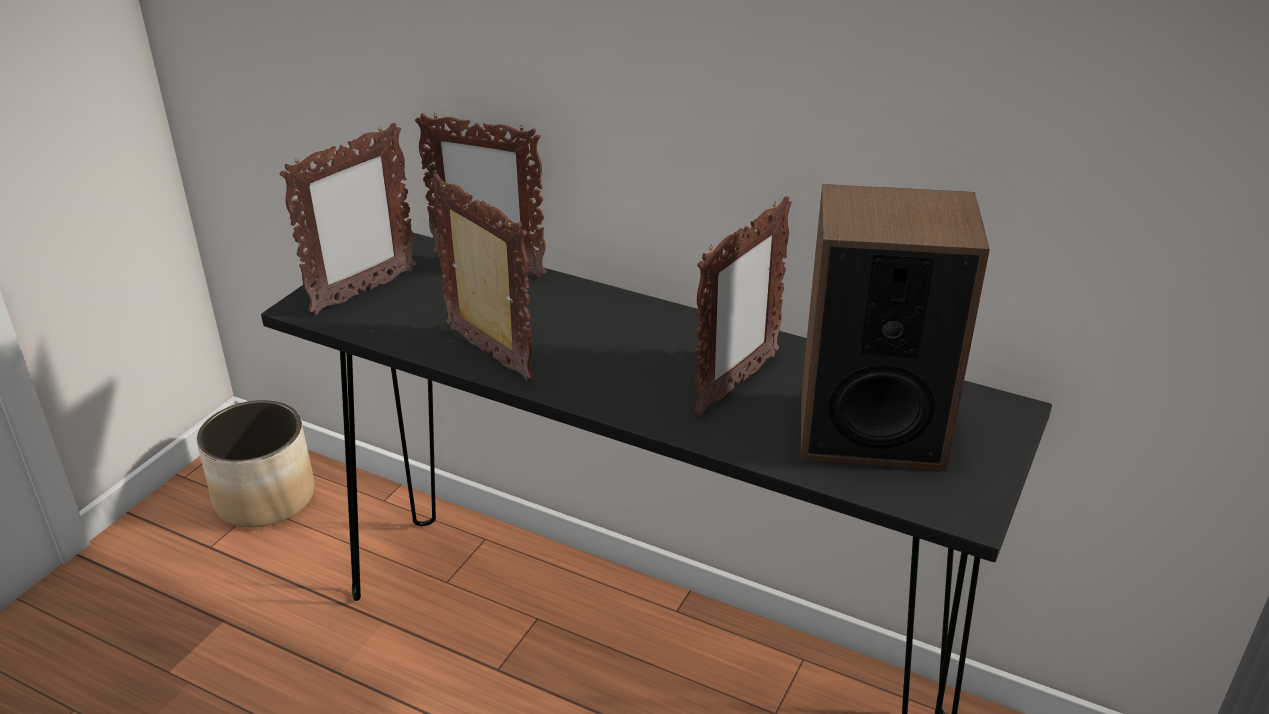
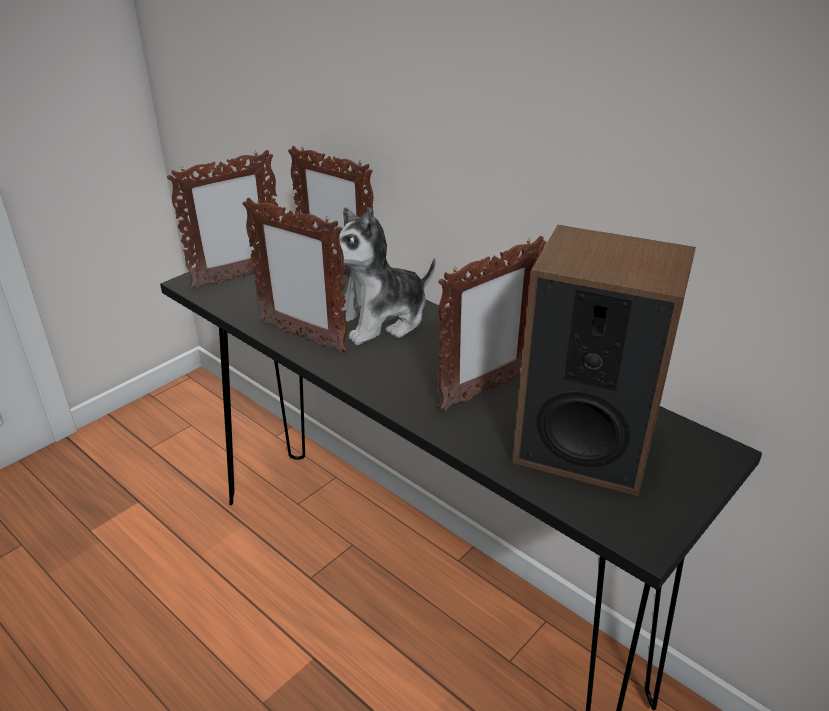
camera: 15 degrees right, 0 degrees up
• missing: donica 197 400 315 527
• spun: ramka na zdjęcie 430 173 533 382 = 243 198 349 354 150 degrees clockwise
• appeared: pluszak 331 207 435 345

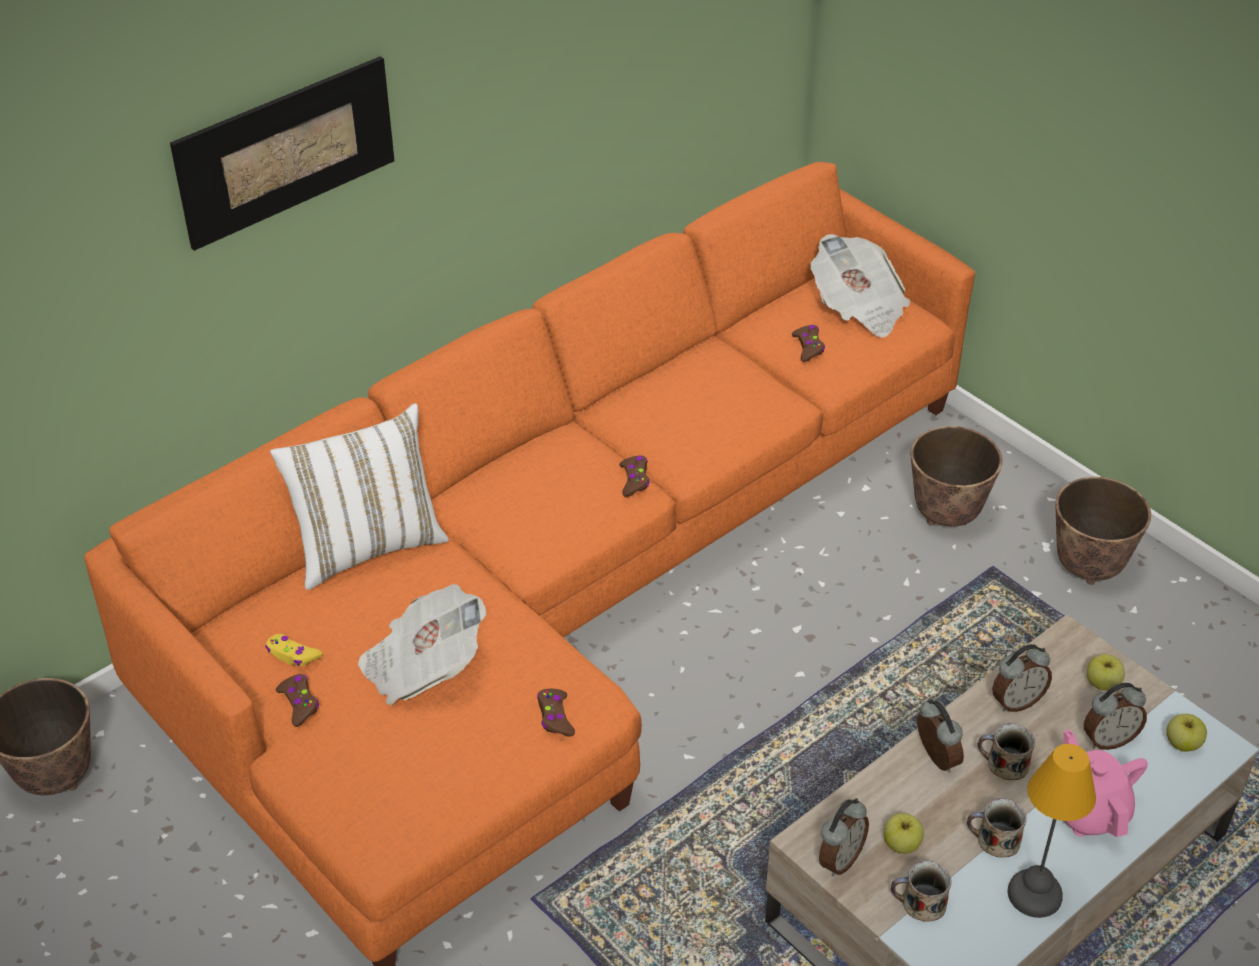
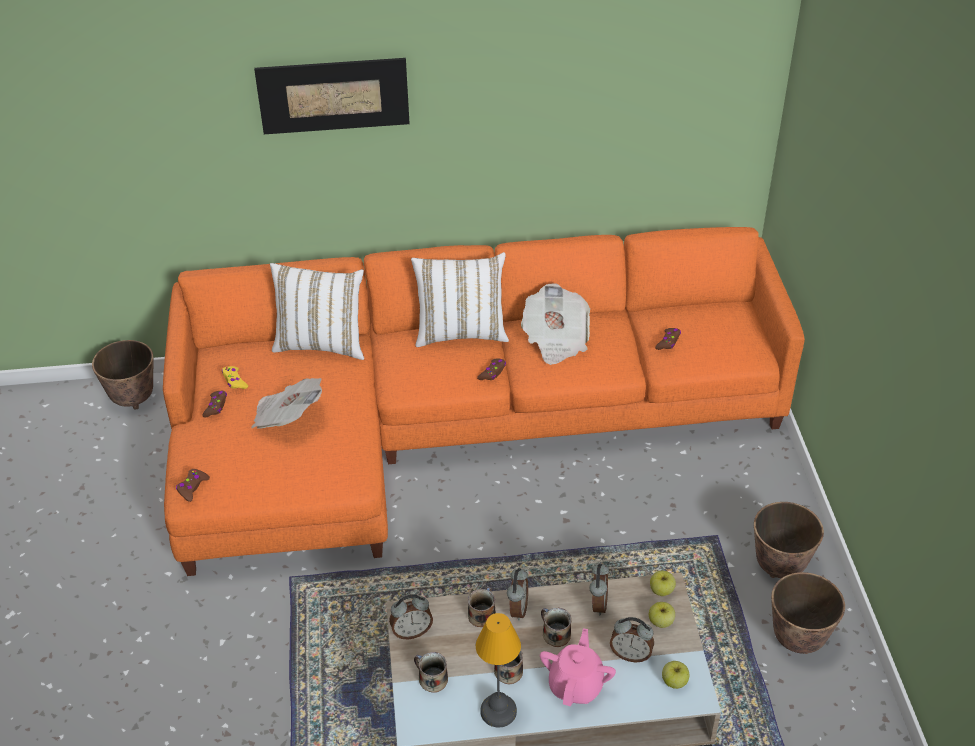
camera: 35 degrees right, 0 degrees up
• relocated: pad do gier (brązowy) 537 689 575 736 to 176 469 210 502
• relocated: gazeta 810 234 911 337 to 521 283 590 365
• relocated: jabłko 884 813 924 854 to 650 570 676 596
• relocated: donica 911 426 1002 526 to 771 572 845 654
• spun: budzik 992 644 1052 712 = 589 563 609 616 90 degrees counterclockwise
• appeared: poduszka (biały) 411 252 509 347
• appeared: kubek 468 587 496 627

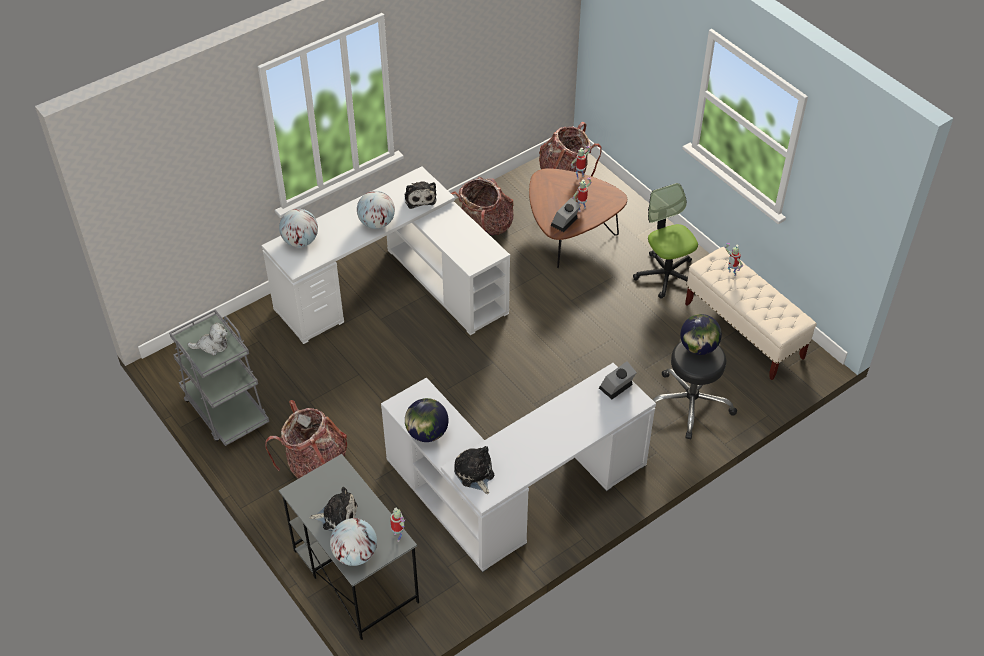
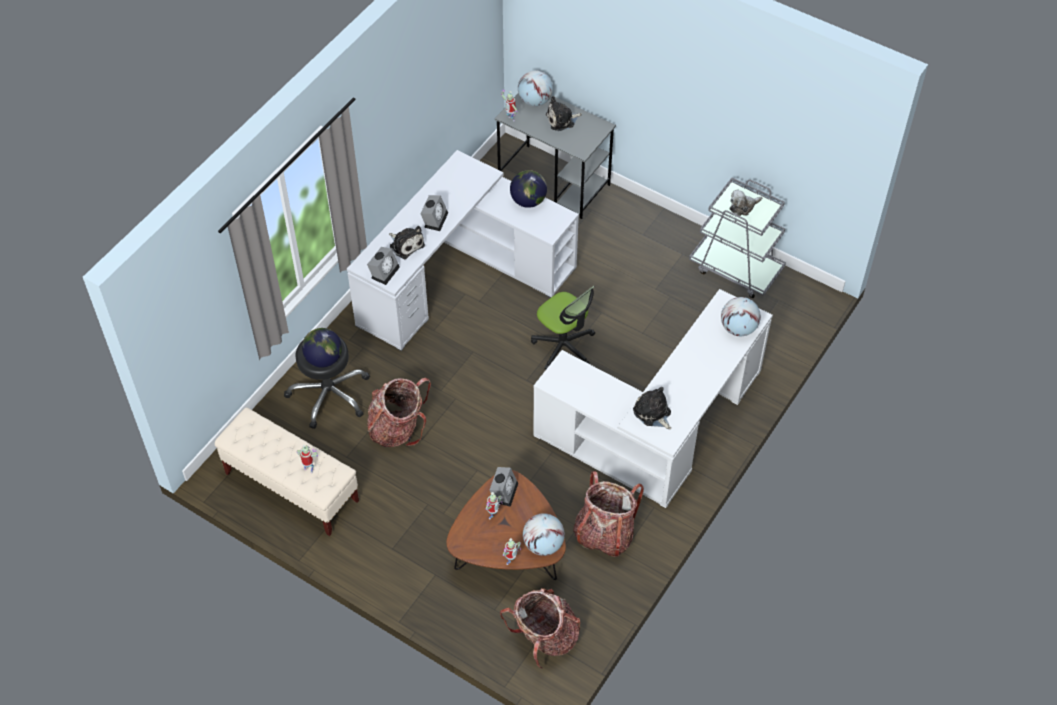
camera: 160 degrees right, 5 degrees up
• relocated: plecak 265 400 348 479 to 367 378 431 447
• relocated: globus 357 191 395 229 to 523 513 565 556
• relocated: pluszak 454 446 494 494 to 389 226 425 259
• relocated: krzesło biurowe 633 183 698 299 to 531 286 595 369
• appeared: budzik 420 195 448 231

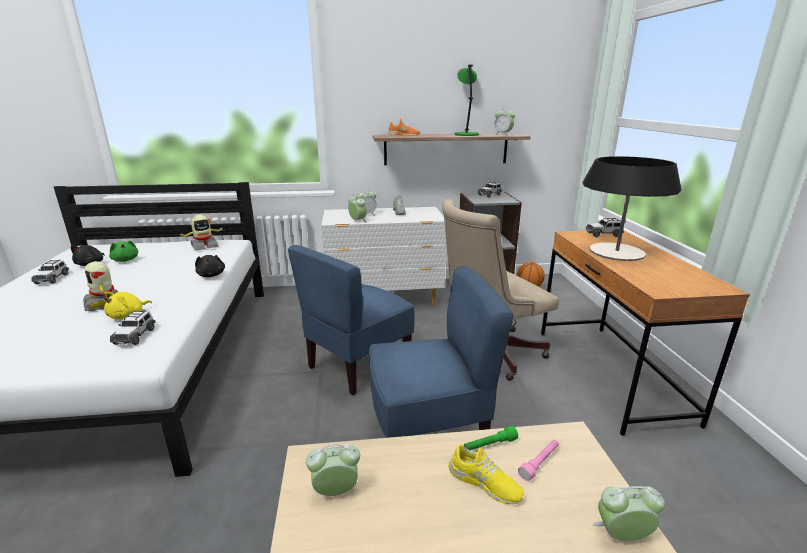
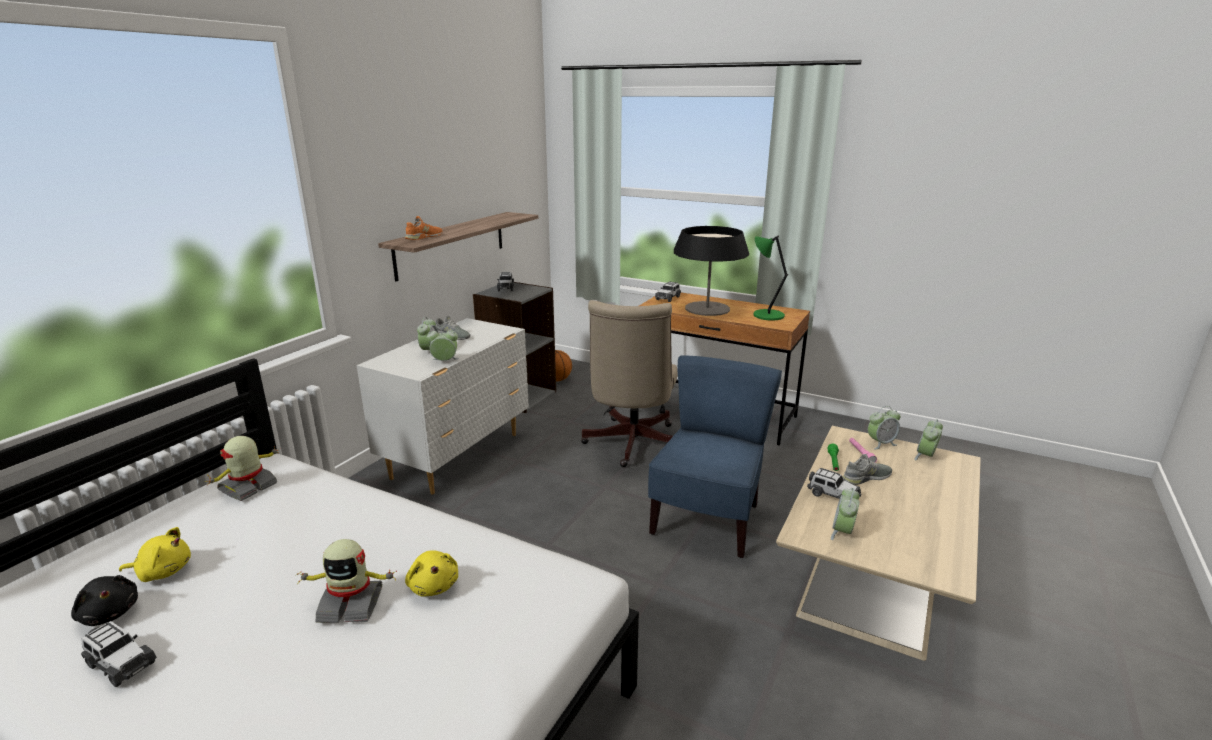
camera: 55 degrees left, 0 degrees up
• colour: pluszak (zielony) 109 240 138 262 to pluszak (żółty) 119 527 191 582
• relocated: samochodzik 110 310 155 345 to 807 468 861 500
• spun: robot zabawkowy 180 215 223 251 = 206 436 279 501 150 degrees counterclockwise
• missing: pluszak (czarny) 195 255 225 277
• missing: krzesło (niebieski) 288 245 414 395
• colour: but (żółty) 448 444 524 504 to but (szary) 842 454 892 485
• relocated: lampa stołowa (zielony) 455 65 479 136 to 754 235 788 321
• relocated: budzik 493 109 515 135 to 868 406 900 449

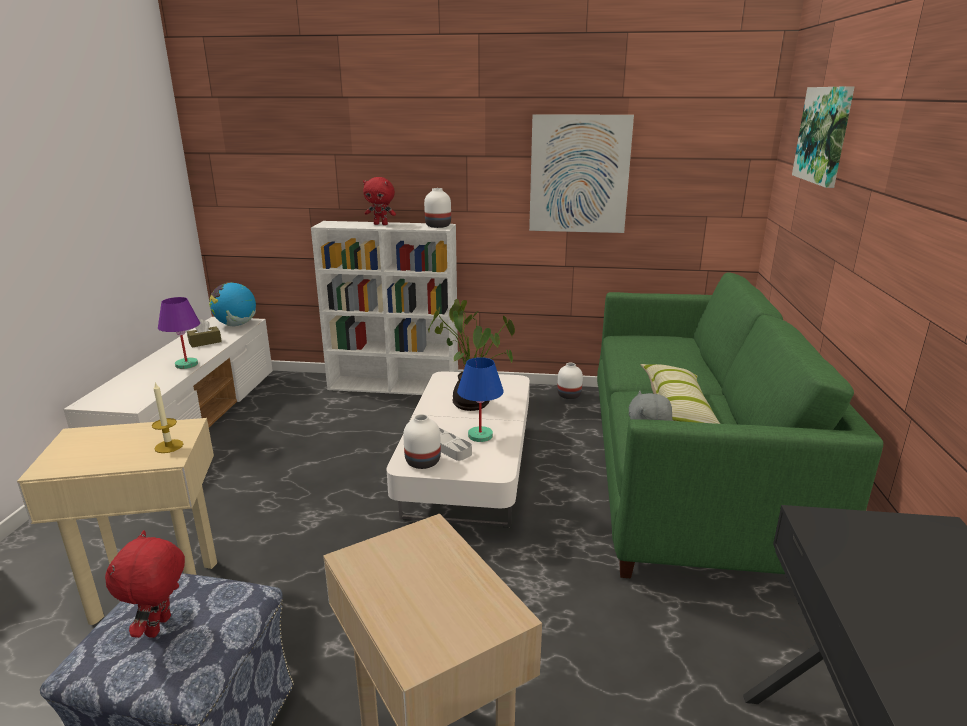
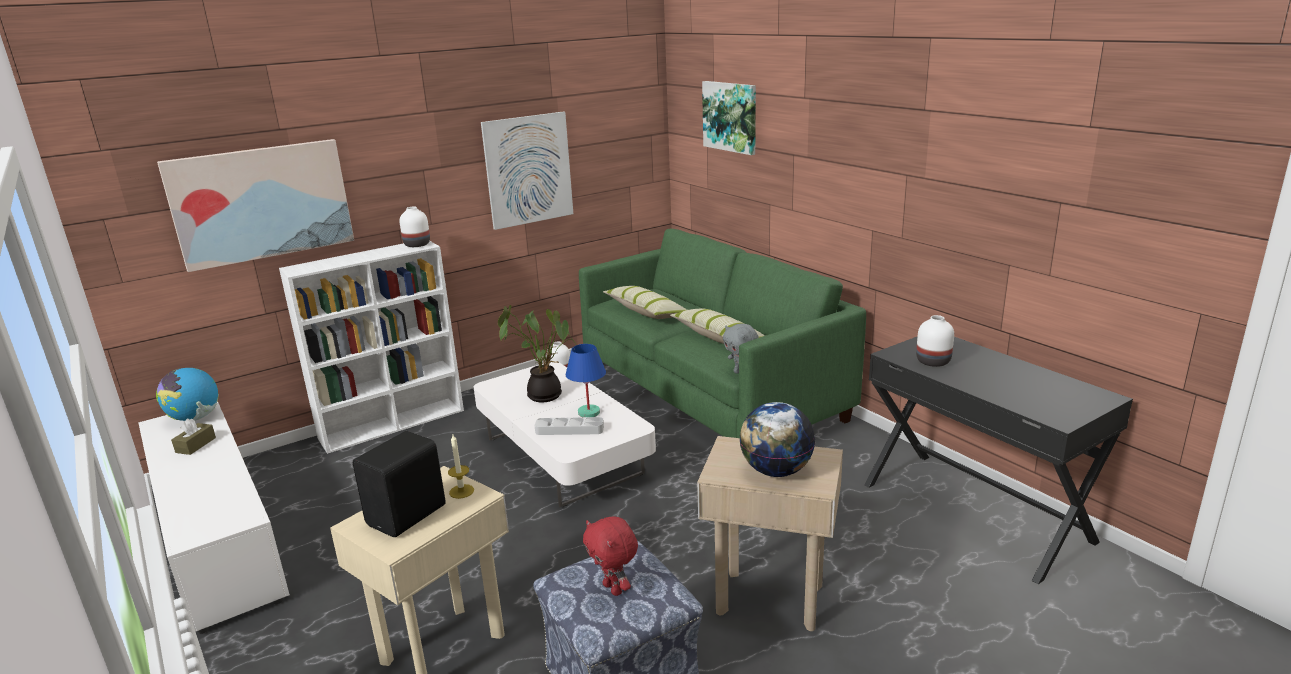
camera: 40 degrees left, 0 degrees up
• missing: lampa stołowa (fioletowy) 158 297 200 369
• missing: pluszak (czerwony) 363 177 396 225
• relocated: wazon (biały) 403 414 441 469 to 916 315 954 367
• appeared: obraz 157 139 354 272
• appeared: głośnik (czarny) 353 431 446 537
• appeared: poduszka 603 286 687 319
• appeared: globus 739 402 815 477

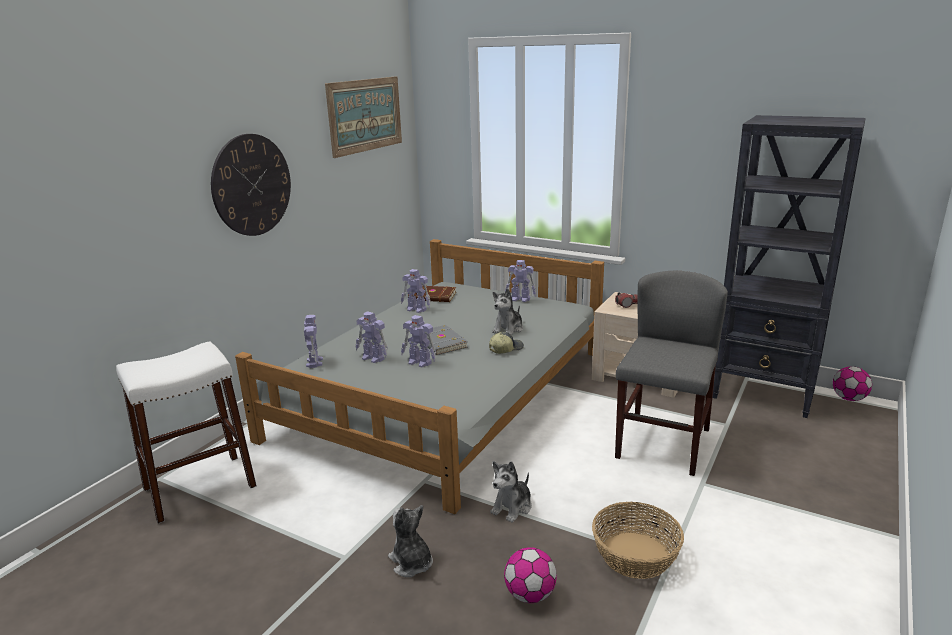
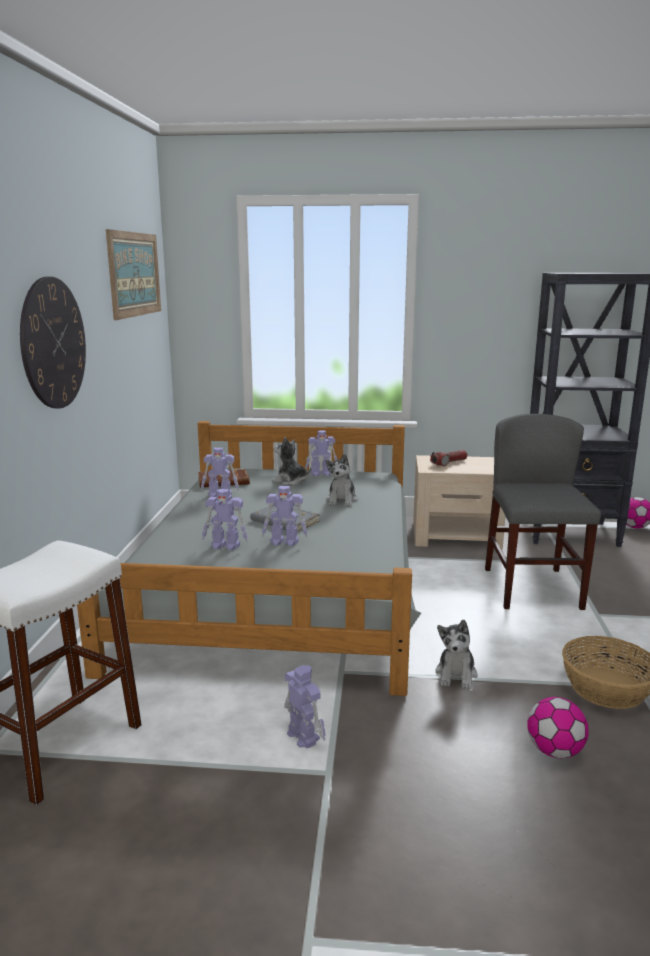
camera: 25 degrees left, 5 degrees down
• relocated: robot zabawkowy 304 315 323 368 to 284 665 326 748
• relocated: pluszak 388 505 433 577 to 272 437 312 486
• missing: czapka z daszkiem 489 332 524 354

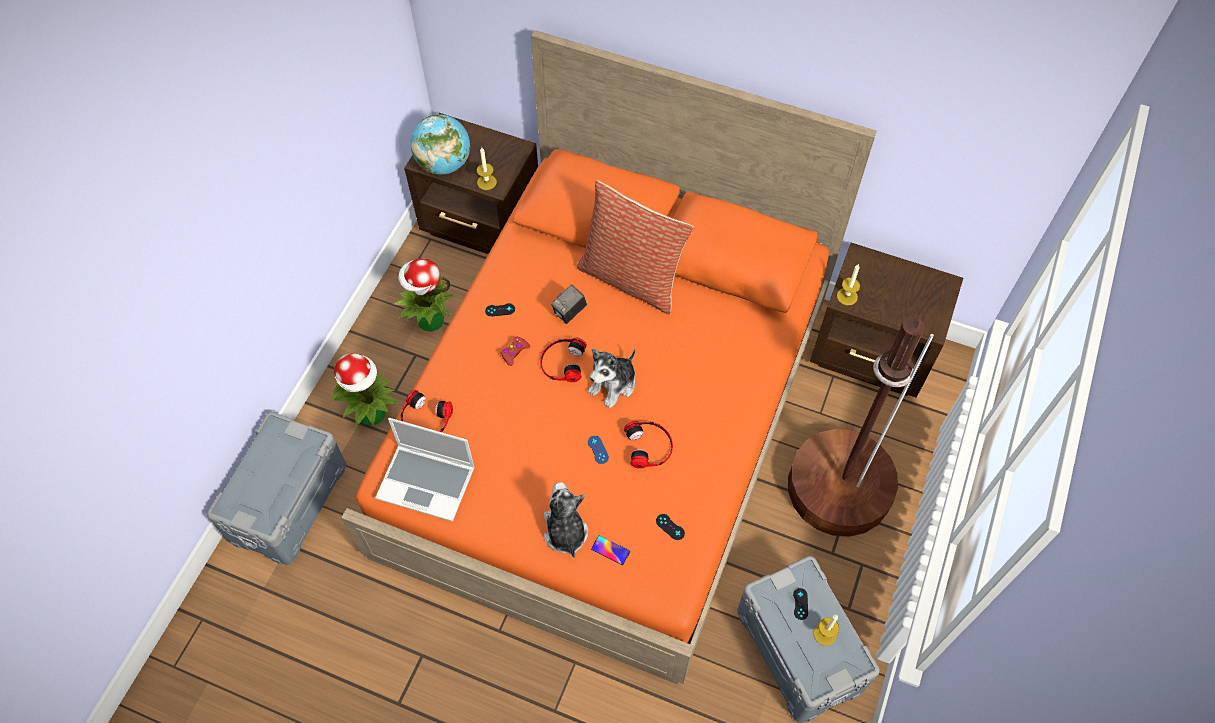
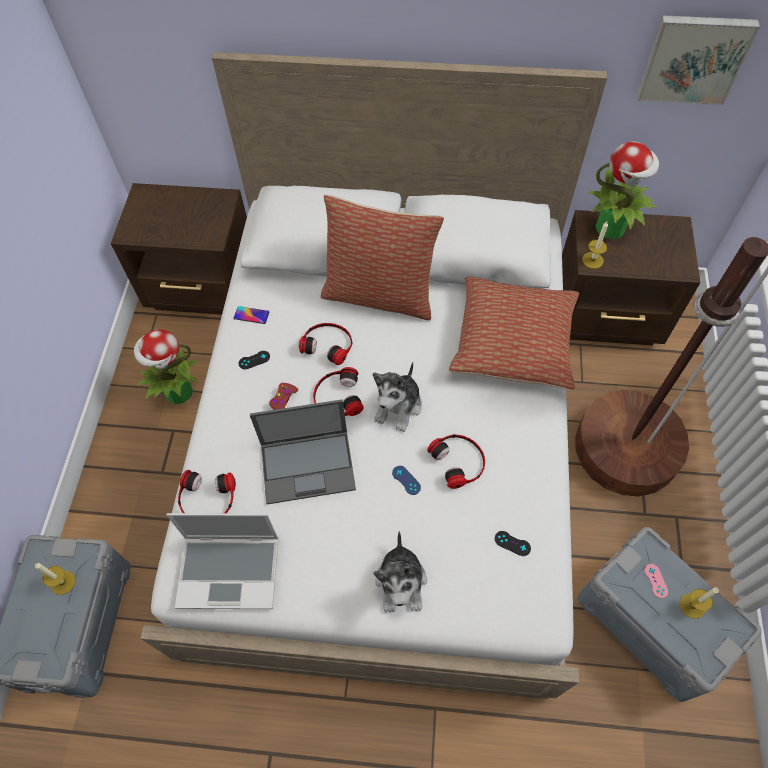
camera: 15 degrees left, 0 degrees up
• relocated: roślina doniczkowa 331 353 398 427 to 587 141 659 239
• colour: łóżko (pomarańczowy) 341 30 877 685 to łóżko (biały) 140 52 607 699
• missing: globus 410 114 470 175
• relocated: świeca 477 147 497 190 to 35 563 76 595
• spun: pluszak 544 482 588 558 = 373 531 427 613 150 degrees counterclockwise
• exchanged: aparat fotograficzny 551 284 587 324 to słuchawki 299 323 352 365
• relocated: telefon 591 536 630 565 to 234 306 269 324
• colour: pad do gier (czarny) 793 588 808 620 to pad do gier (różowy) 644 564 668 598
• appeared: laptop 250 400 356 504
• appeared: poduszka 449 276 579 390
• appeared: obraz 636 15 760 105

